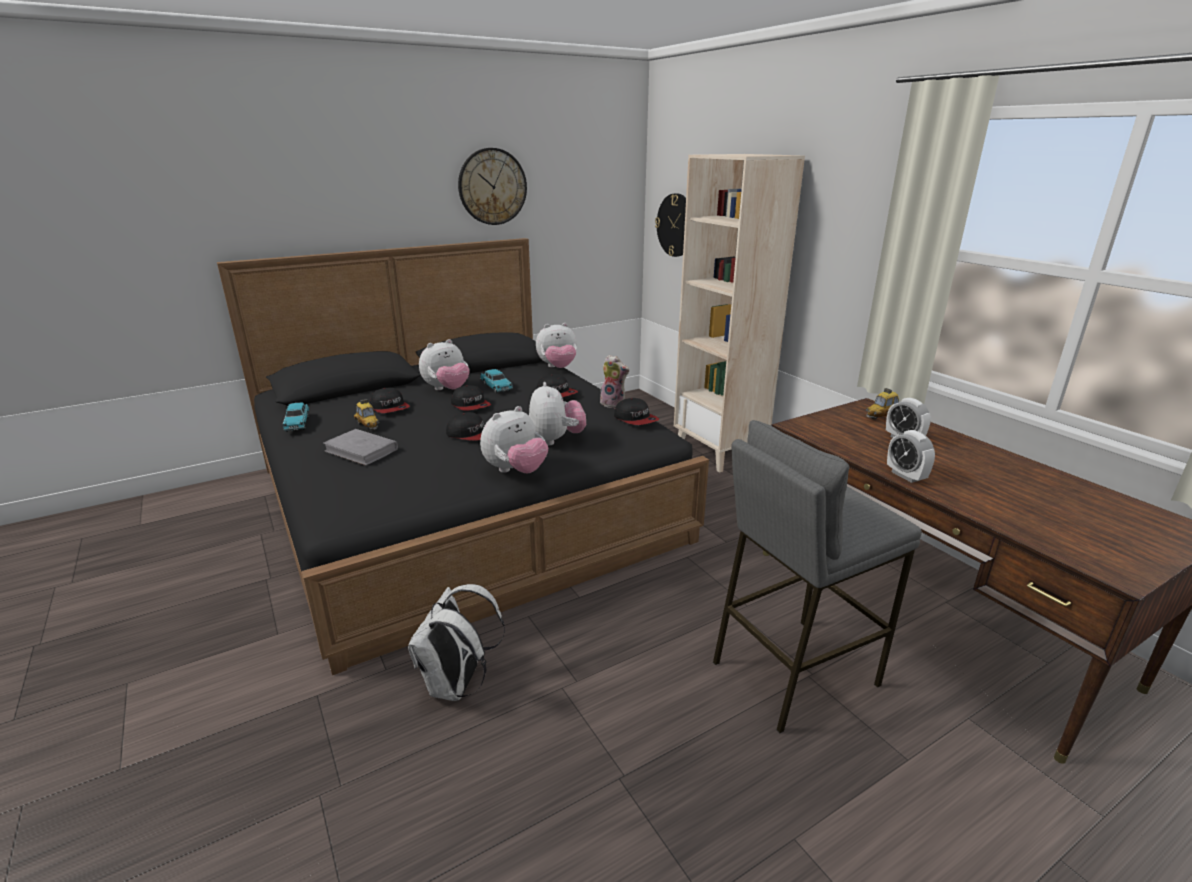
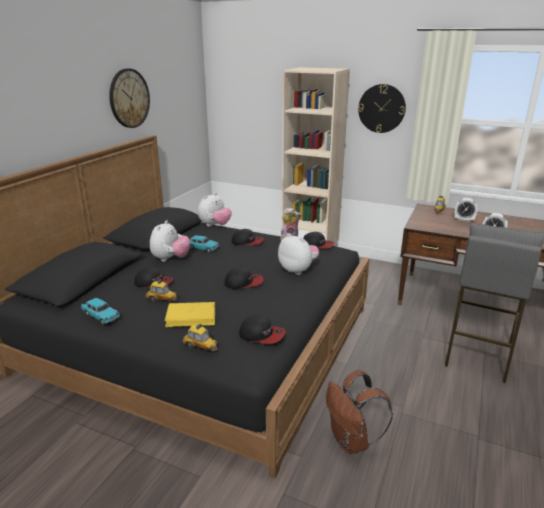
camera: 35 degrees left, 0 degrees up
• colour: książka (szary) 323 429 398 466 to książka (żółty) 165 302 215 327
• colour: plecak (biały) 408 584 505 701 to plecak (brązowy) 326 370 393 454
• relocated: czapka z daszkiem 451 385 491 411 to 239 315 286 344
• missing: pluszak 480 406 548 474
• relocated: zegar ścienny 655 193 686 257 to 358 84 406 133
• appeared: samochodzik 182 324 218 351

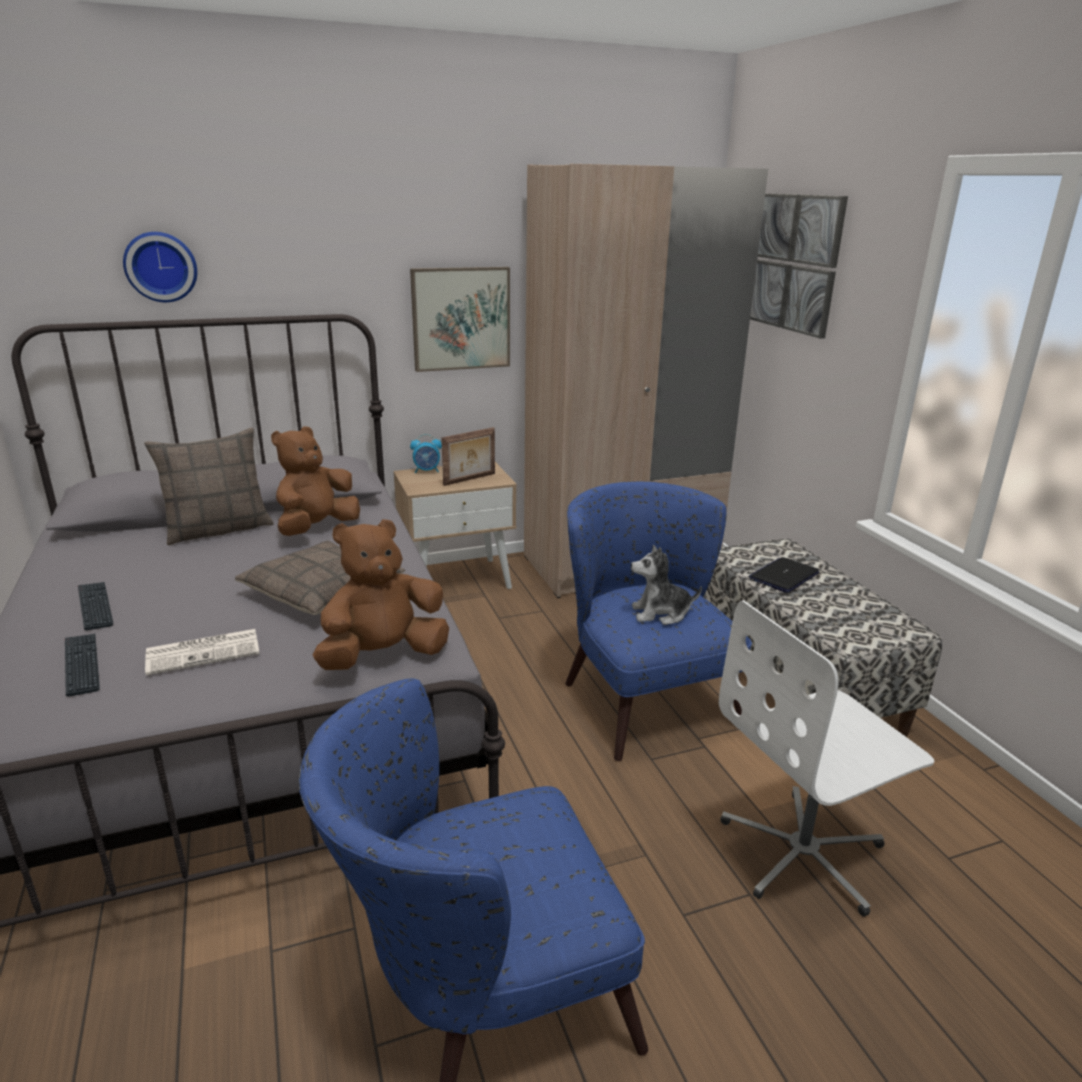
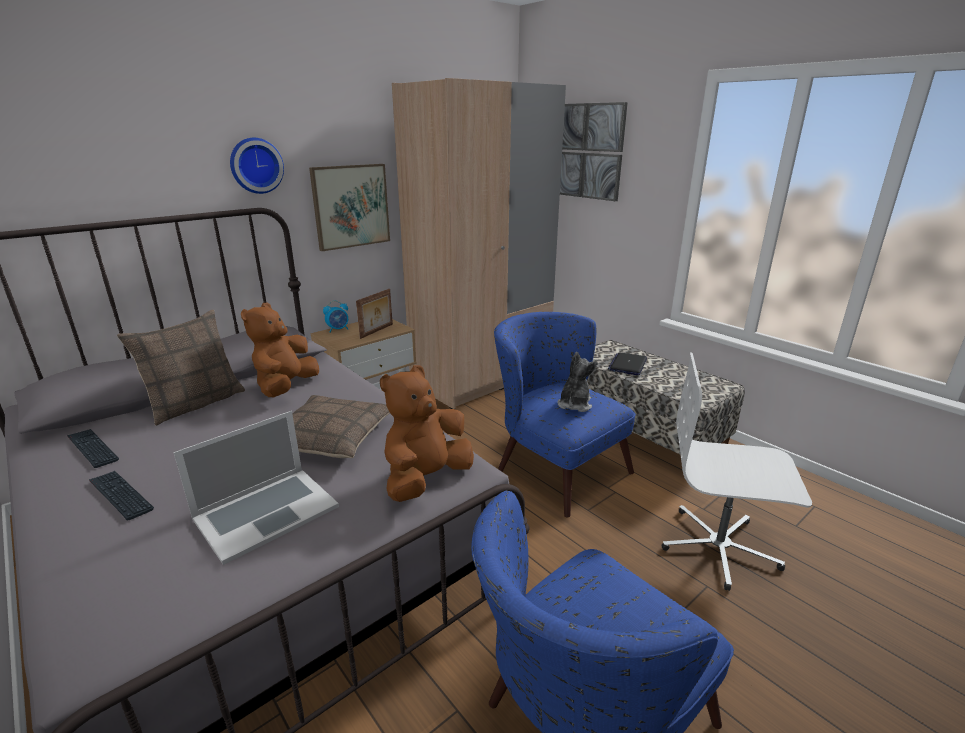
camera: 20 degrees left, 0 degrees up
• relocated: klawiatura 65 634 100 697 to 67 429 119 468
• relocated: zegar ścienny 123 232 197 302 to 230 138 284 194
• exchanged: gazeta 145 629 260 675 to laptop 173 411 339 565
• spun: pluszak 631 545 702 625 = 557 352 598 412 135 degrees clockwise
• spun: krzesło biurowe (biały) 719 600 935 917 = 662 352 812 591 60 degrees clockwise

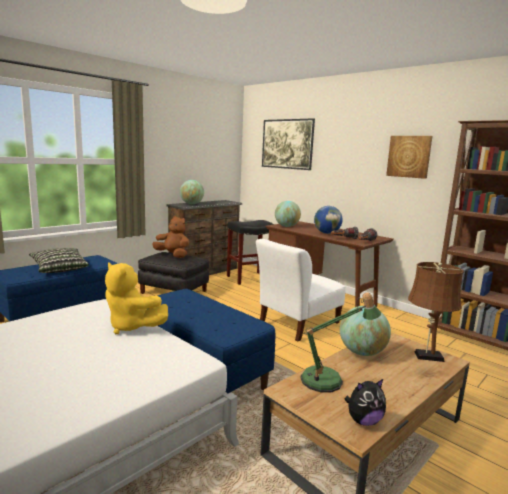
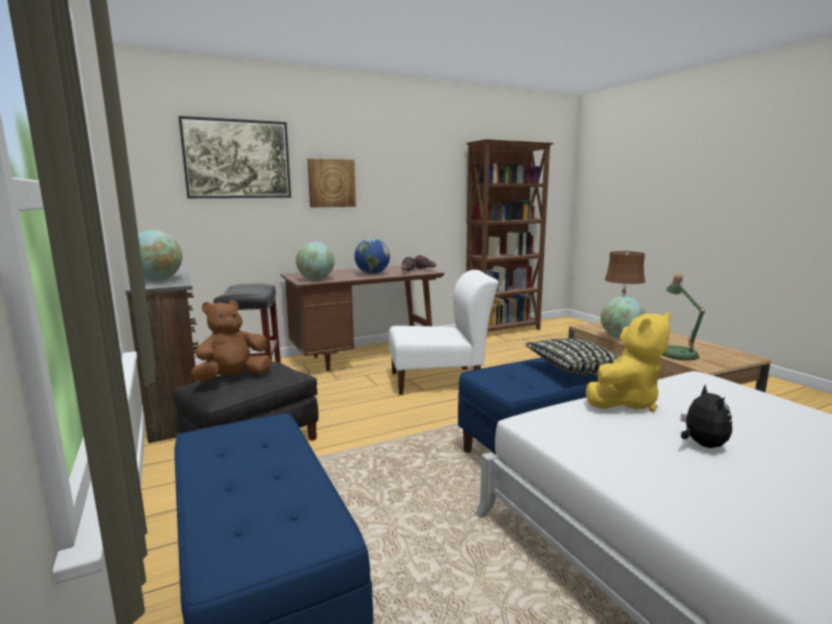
camera: 70 degrees left, 0 degrees up
• relocated: poduszka 29 248 89 273 to 525 338 619 376
• spun: krzesło (biały) 256 239 346 341 = 389 270 499 395 75 degrees counterclockwise
• relocated: pluszak 344 379 386 426 to 681 384 732 448
• relocated: obraz 386 136 432 179 to 307 159 356 207

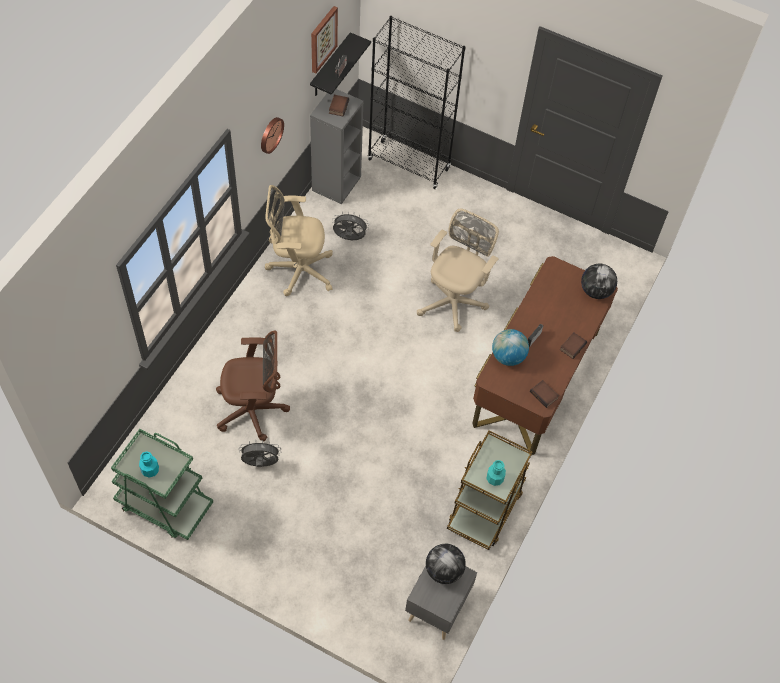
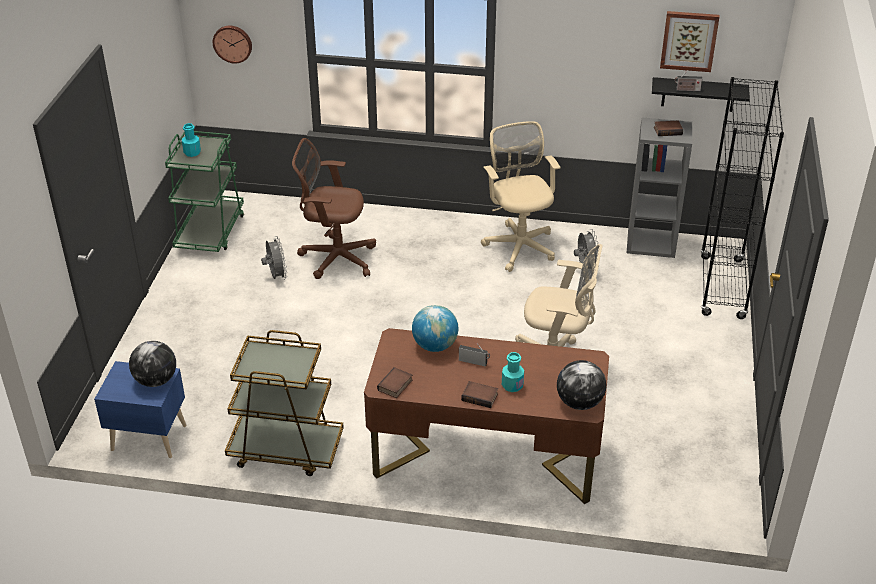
camera: 75 degrees right, 20 degrees down
• spun: krzesło biurowe (brązowy) 216 331 290 441 = 292 138 376 279 120 degrees clockwise
• relocated: zegar ścienny 261 117 284 154 to 213 26 252 64
• colour: szafka nocna (szary) 405 566 477 640 to szafka nocna (niebieski) 94 361 187 458
• relocated: butelka (turkusowy) 486 460 506 486 to 502 352 524 392

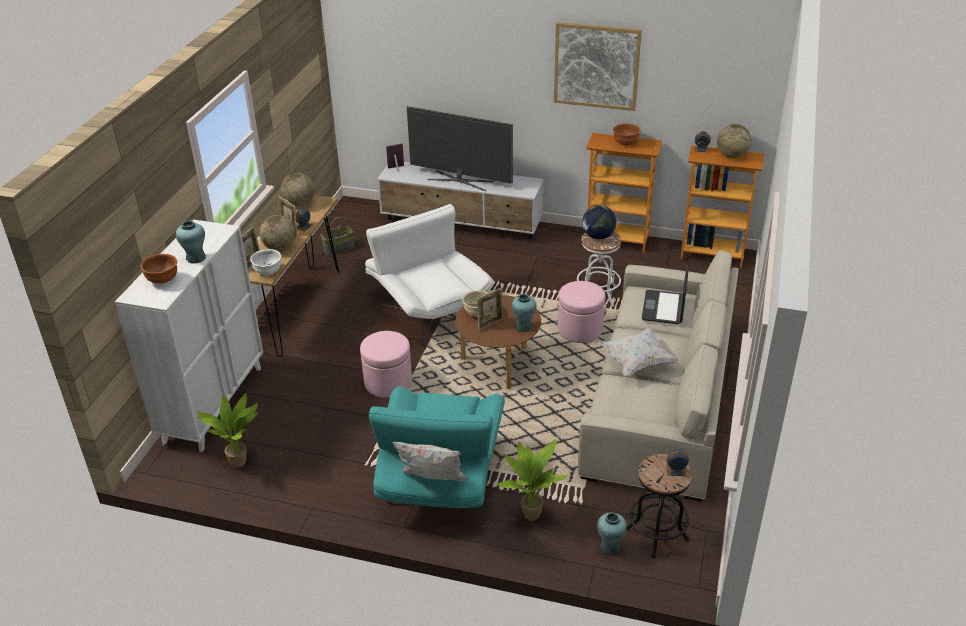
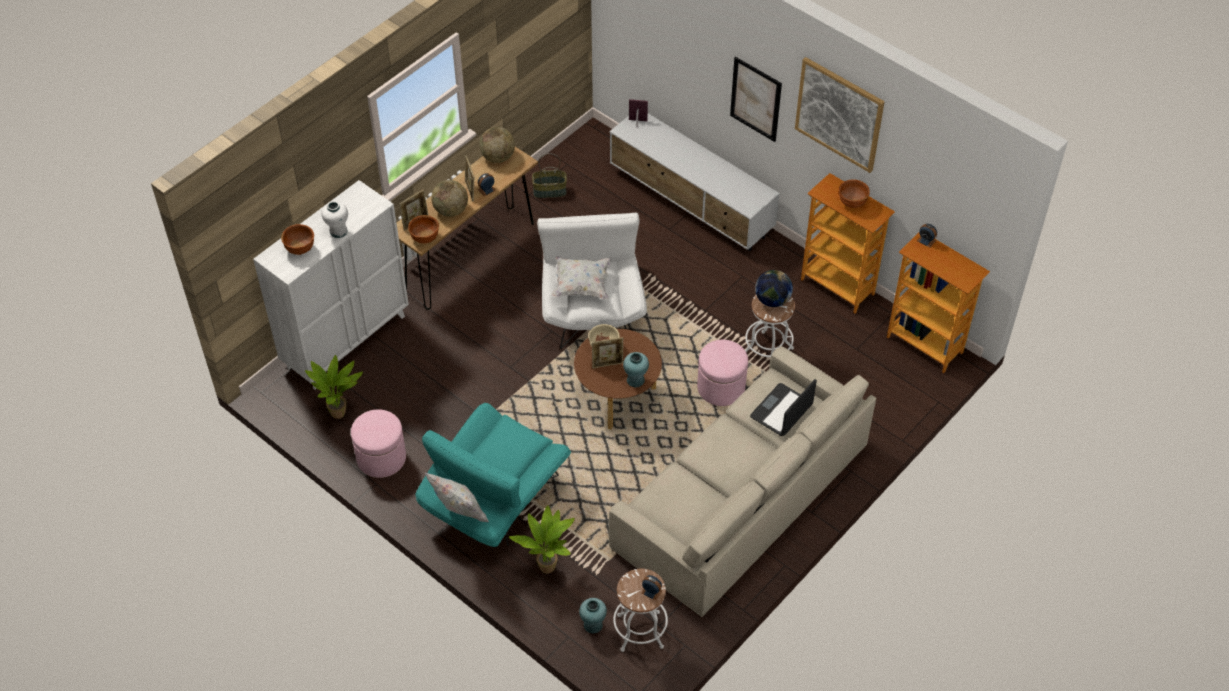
camera: 25 degrees right, 15 degrees up
• colour: wazon (turkusowy) 176 220 206 263 to wazon (biały) 321 201 348 238
• colour: miska (biały) 250 249 281 275 to miska (brązowy) 408 215 439 244
• relocated: pufa (różowy) 360 331 412 398 to 351 409 406 478
• missing: telewizor 407 106 513 191
• relocated: poduszka (biały) 598 327 680 376 to 551 256 611 300
• colour: stołek (czarny) 627 454 692 559 to stołek (biały) 613 569 668 652
• missing: globus 717 124 752 158
• appeared: obraz 730 57 782 142

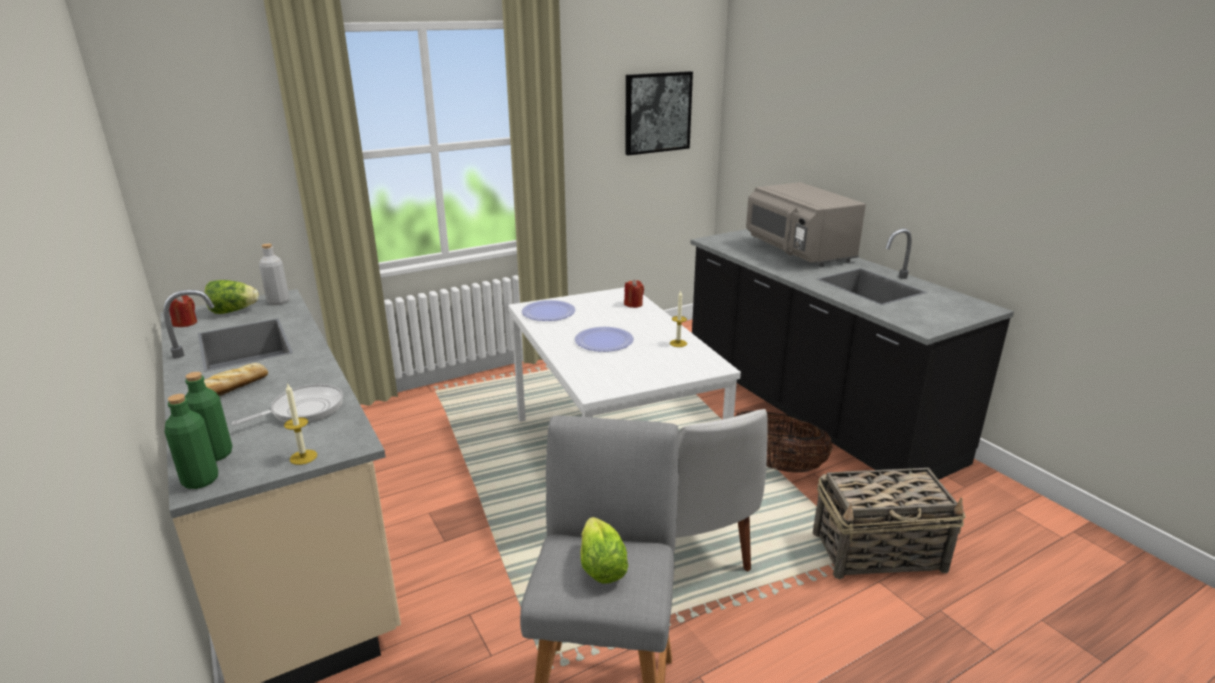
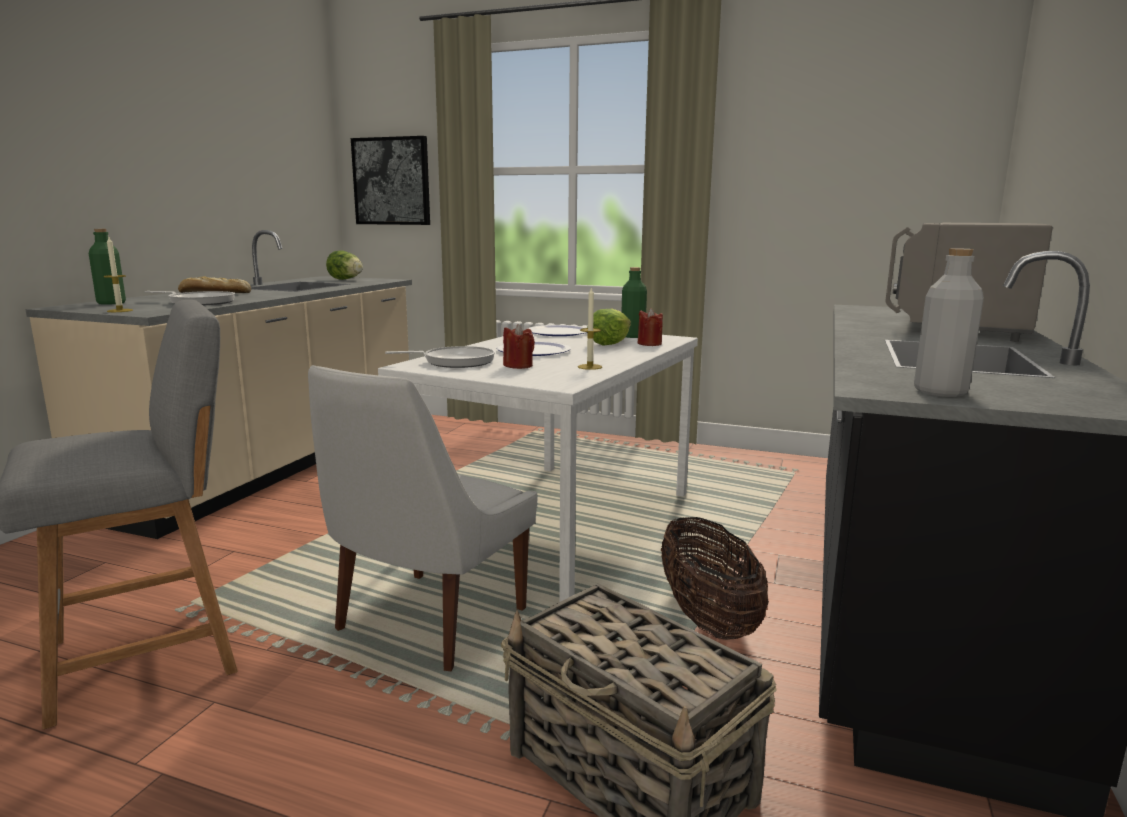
camera: 50 degrees right, 10 degrees down
• relocated: butelka (zielony) 164 394 218 489 to 622 267 647 338
• relocated: świeca (czerwony) 169 295 197 327 to 503 324 535 369
• relocated: butelka (szary) 259 244 289 305 to 914 248 984 397
• relocated: sałata 581 517 628 584 to 587 309 631 346
• relocated: obraz 625 71 693 156 to 351 136 430 225
• appeared: patelnia 385 346 495 368

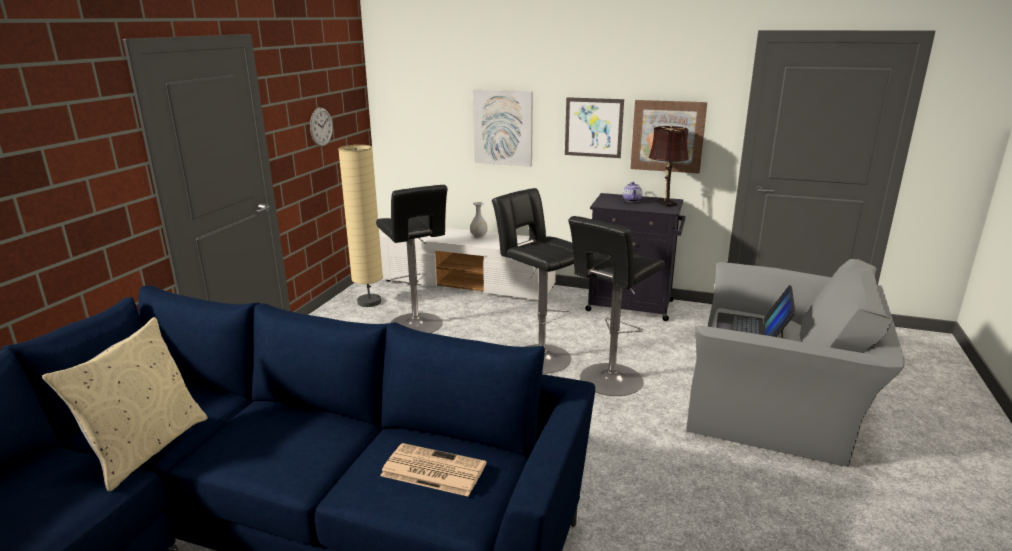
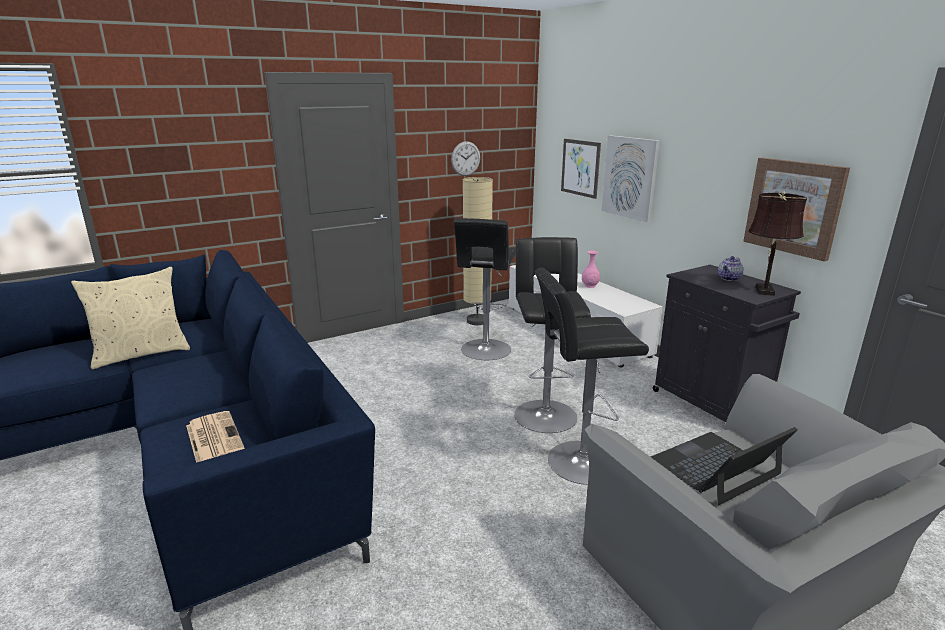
camera: 40 degrees right, 0 degrees up
• colour: wazon (biały) 470 202 488 238 to wazon (różowy) 582 251 600 288
• relocated: obraz 565 97 624 158 to 561 139 601 199

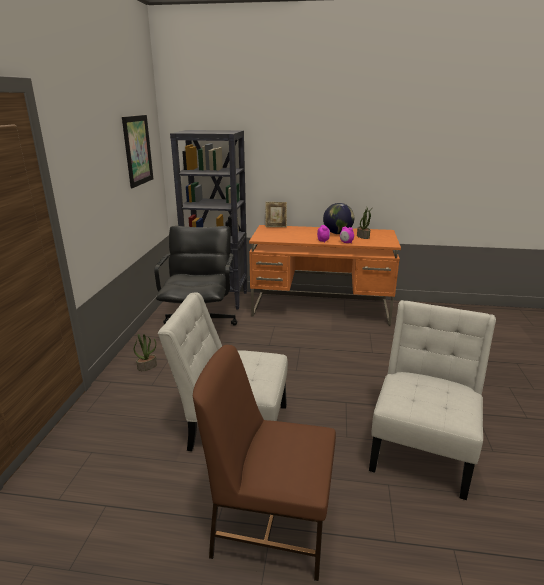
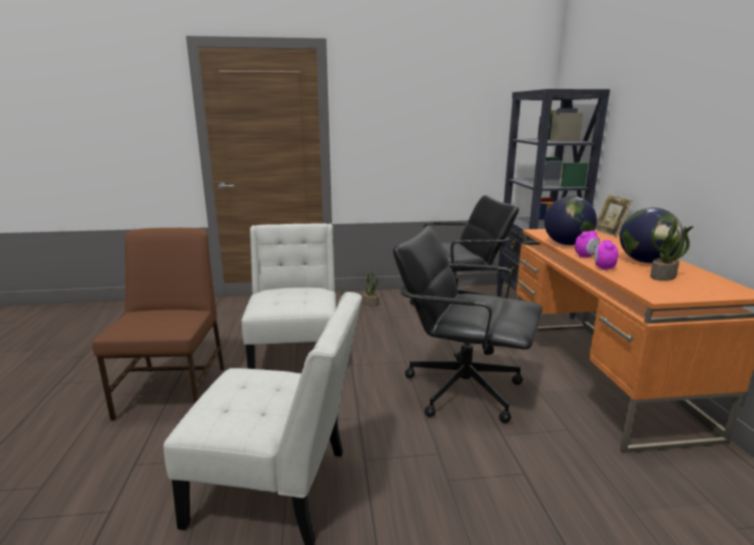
camera: 75 degrees right, 5 degrees down
• missing: obraz 122 115 153 188
• appeared: krzesło biurowe (czarny) 393 226 543 423
• appeared: globus 544 196 597 245

